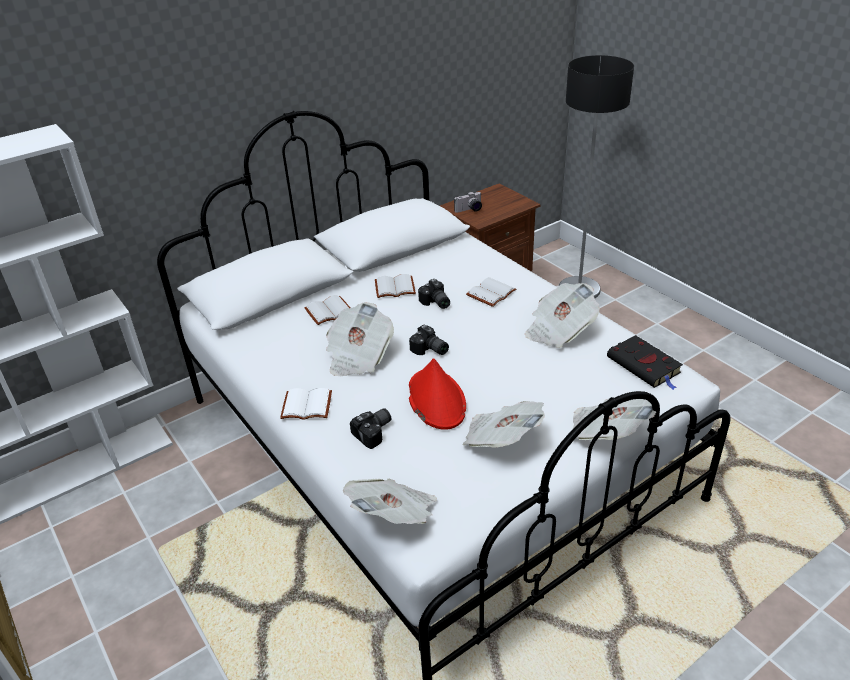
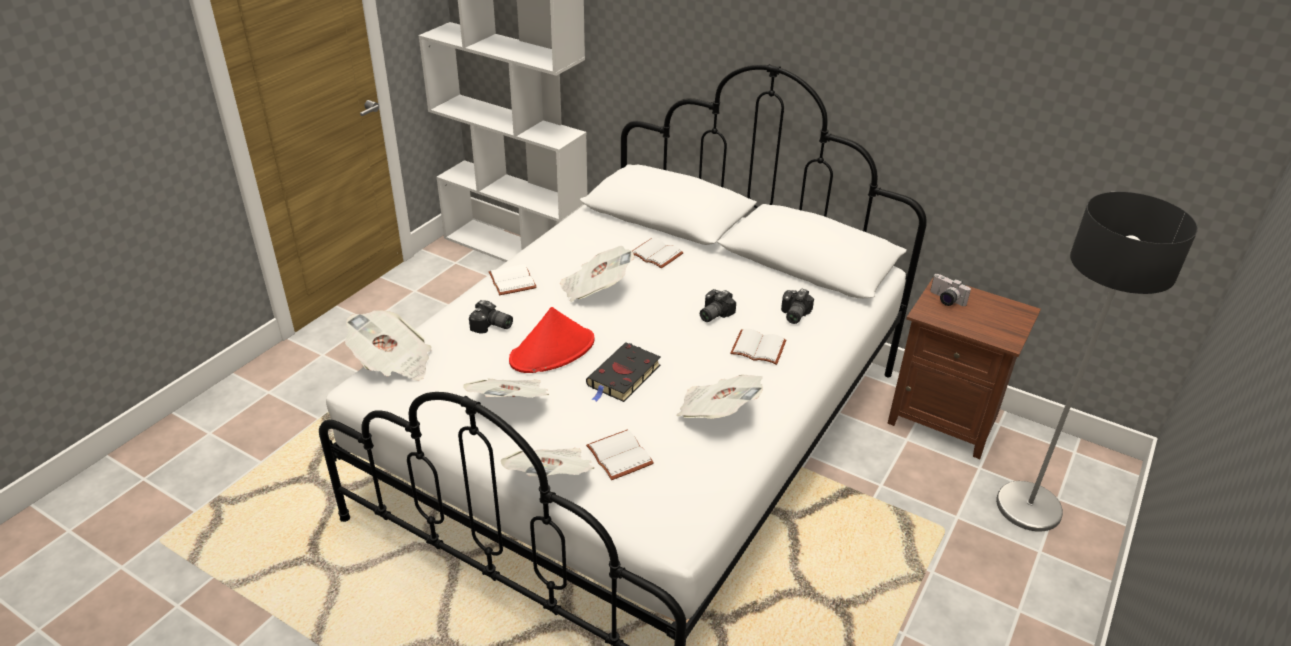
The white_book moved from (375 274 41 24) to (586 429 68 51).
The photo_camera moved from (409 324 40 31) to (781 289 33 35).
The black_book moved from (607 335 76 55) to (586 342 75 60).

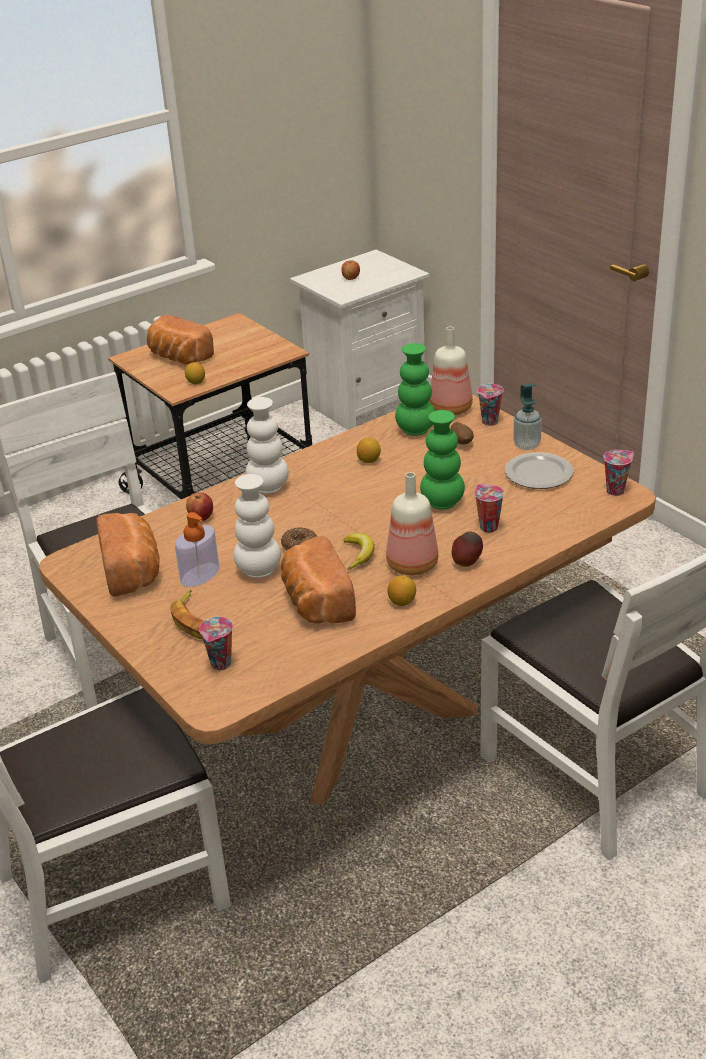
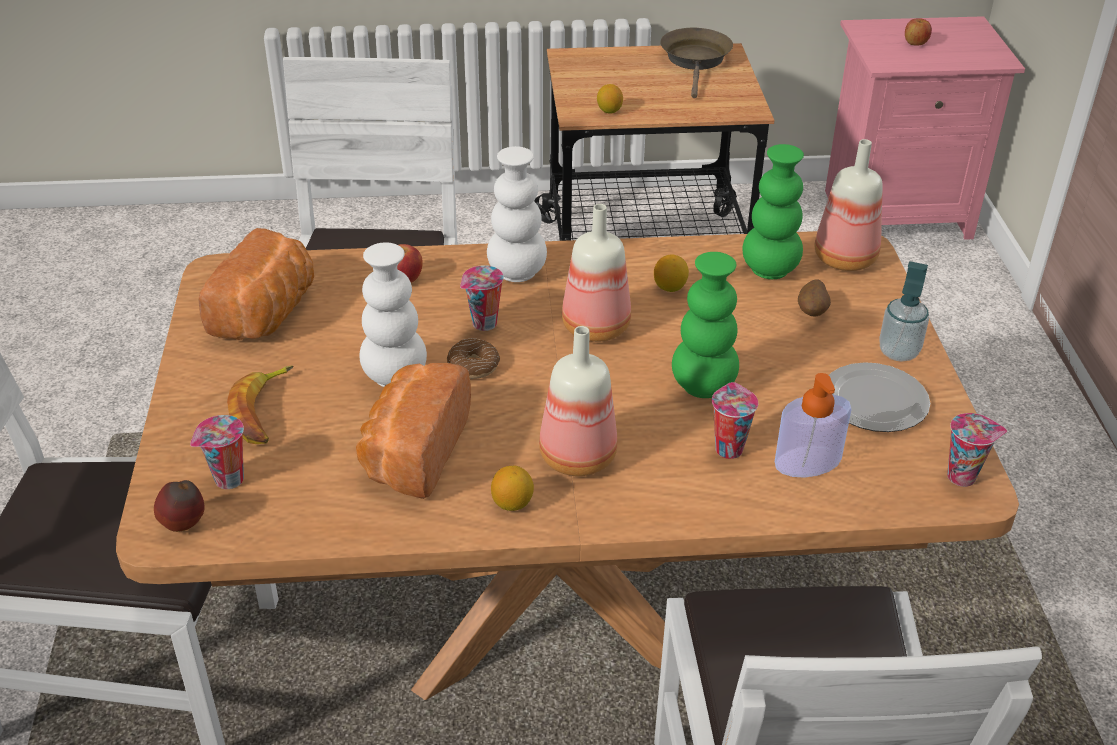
The bread at (147 315 67 49) disappeared.
The soap_dispenser moved from (175 512 44 75) to (775 373 77 105).
The white_nightstand at (290 250 139 180) became the pink_nightstand at (825 16 200 224).
The banana at (343 533 32 37) disappeared.
The apple moved from (452 532 31 35) to (154 480 50 52).
The cup moved from (477 384 27 42) to (460 265 44 66).
The bottle at (562 204 69 138) appeared.
The brown_frying_pan at (660 28 73 70) appeared.

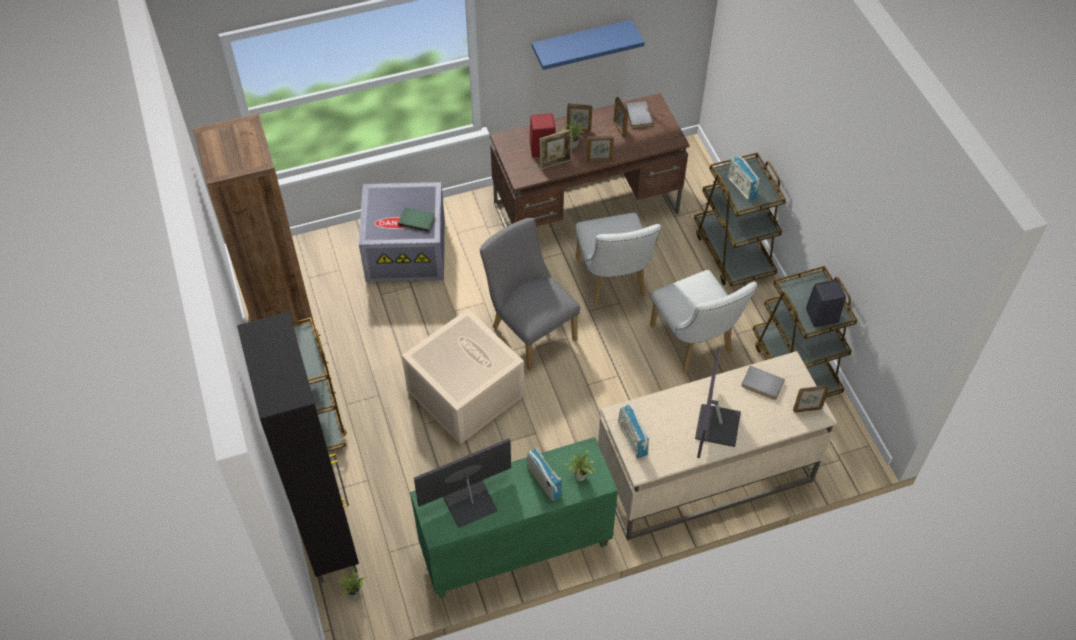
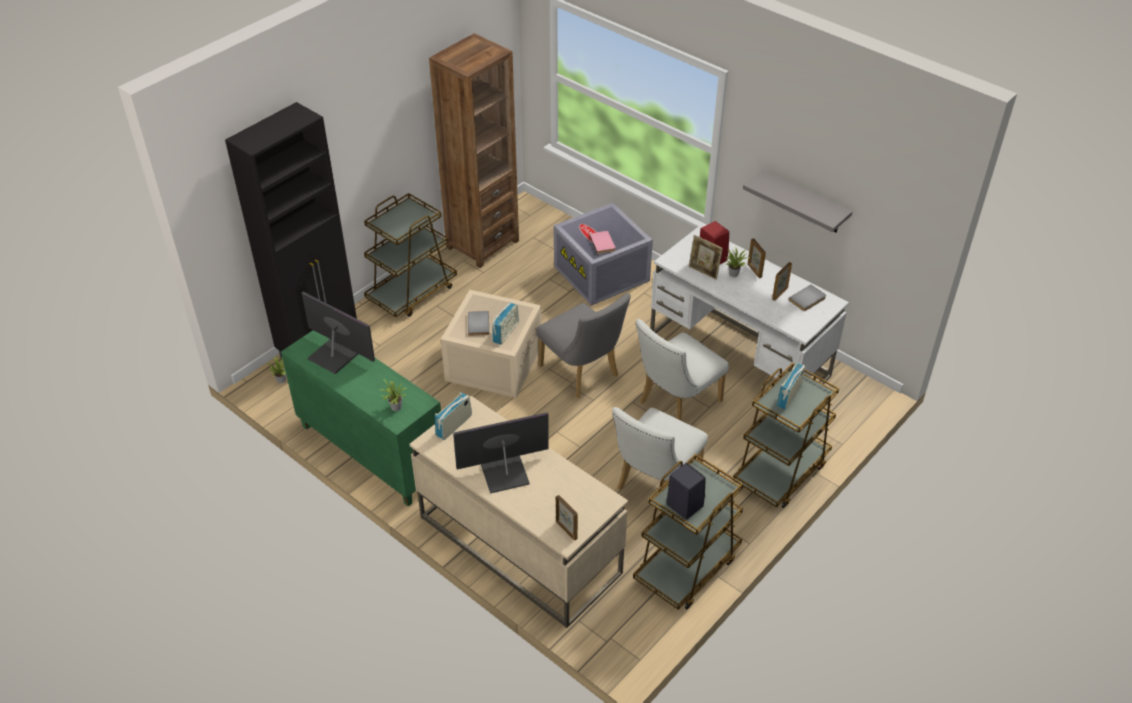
The green_book at (398 208 37 24) became the pink_book at (589 231 27 23).
The grey_chair at (480 218 100 153) turned 120 degrees clockwise.
The brown_desk at (490 93 200 135) became the white_desk at (650 226 199 158).
The radio moved from (527 448 35 53) to (492 302 27 43).
The blue_shelf at (532 20 113 50) became the grey_shelf at (743 170 110 62).
The picture_frame at (587 136 27 26) disappeared.
The grey_book moved from (741 366 44 34) to (468 311 21 25).

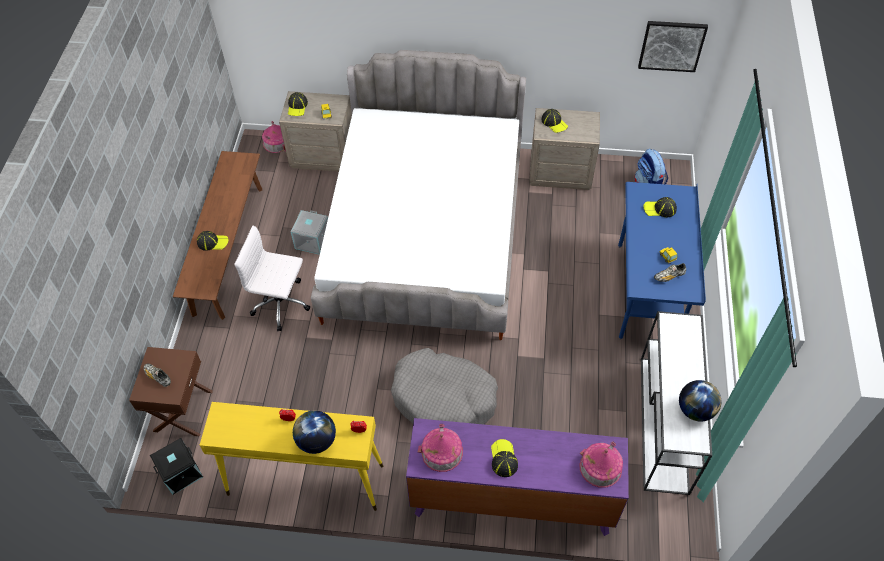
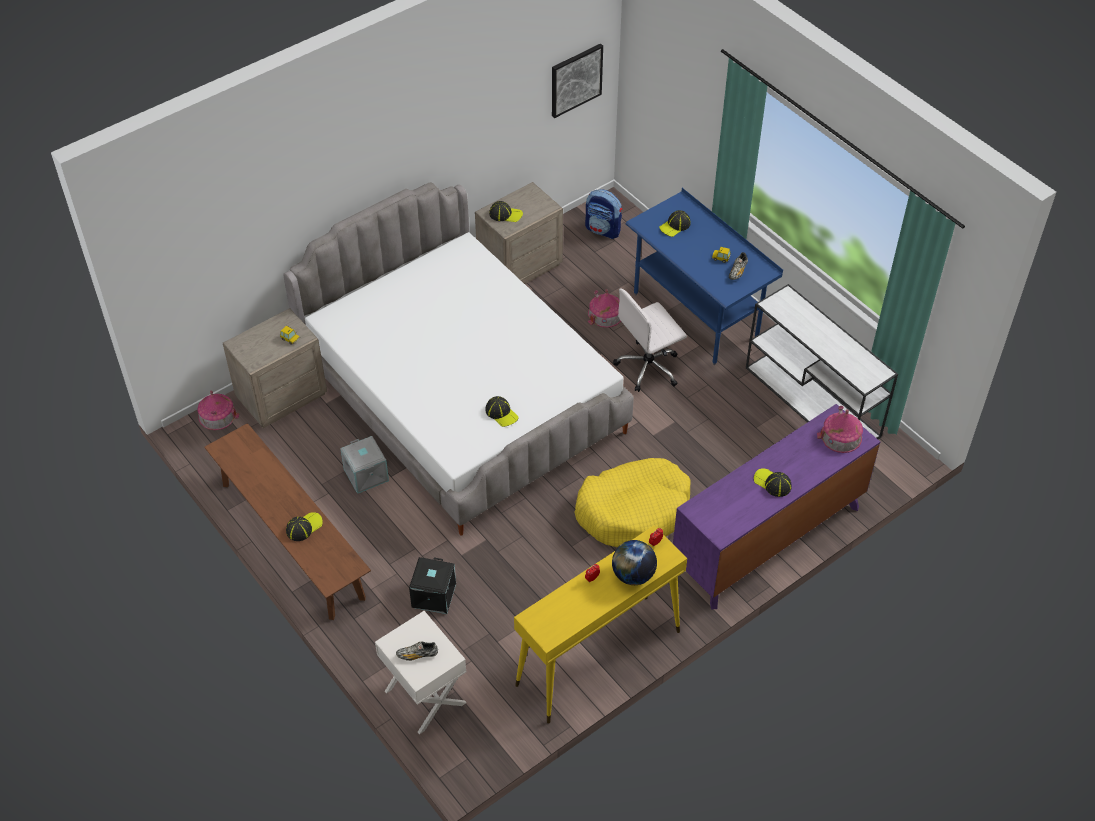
The brown_nightstand at (129 347 84 89) became the white_nightstand at (375 611 92 124).
The black_storage_box moved from (150 438 53 57) to (409 557 47 57).
The white_office_chair moved from (234 226 76 105) to (613 289 74 103).
The cap moved from (288 92 20 24) to (485 396 33 31).
The grey_dog_bed at (391 348 107 76) became the yellow_dog_bed at (574 458 117 89).
The toy_house moved from (418 424 45 48) to (588 289 33 39).
The globe at (679 380 42 41) disappeared.

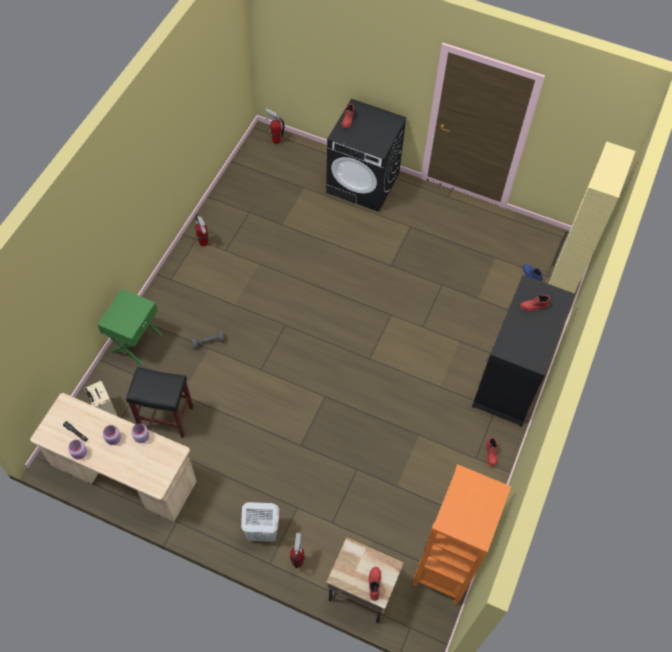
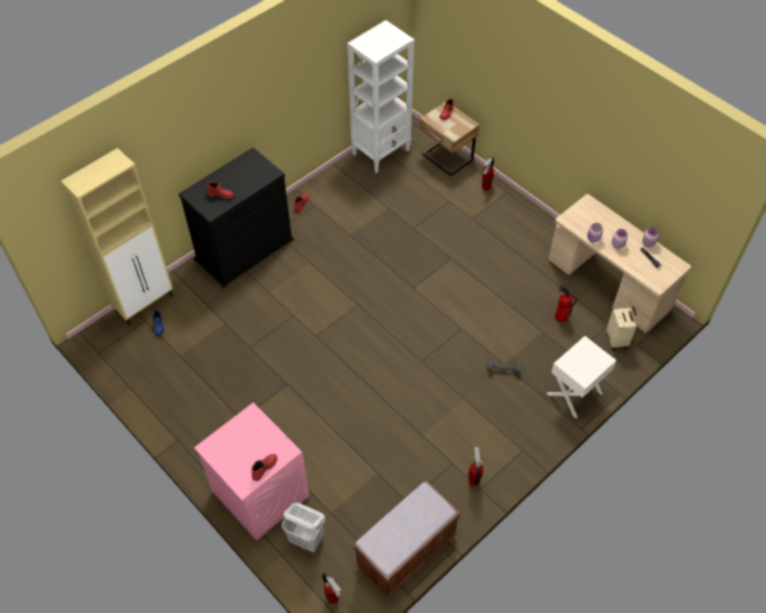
The green_nightstand at (97 289 65 77) became the white_nightstand at (547 336 69 82).
The black_stool at (126 367 67 71) was replaced by the fire_extinguisher at (555 285 21 37).
The white_laundry_basket moved from (241 502 38 40) to (282 503 43 49).
The black_washing_machine at (326 98 81 114) became the pink_washing_machine at (194 402 115 139).
The orange_bookcase at (413 464 98 140) became the white_bookcase at (347 20 68 153).
The brown_bench at (354 481 106 117) appeared.

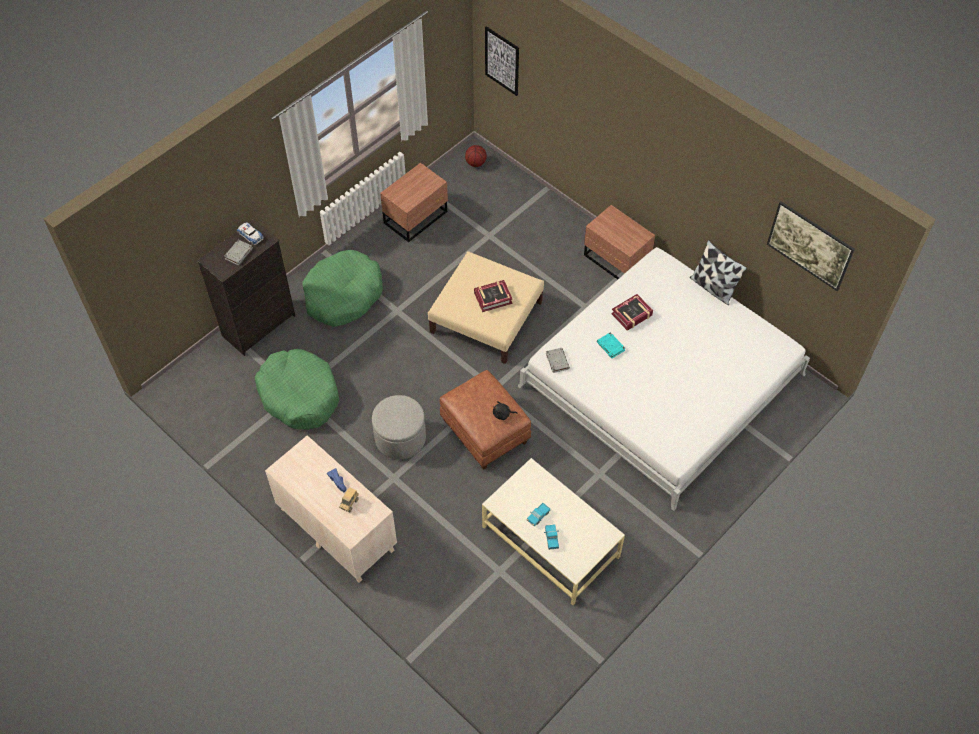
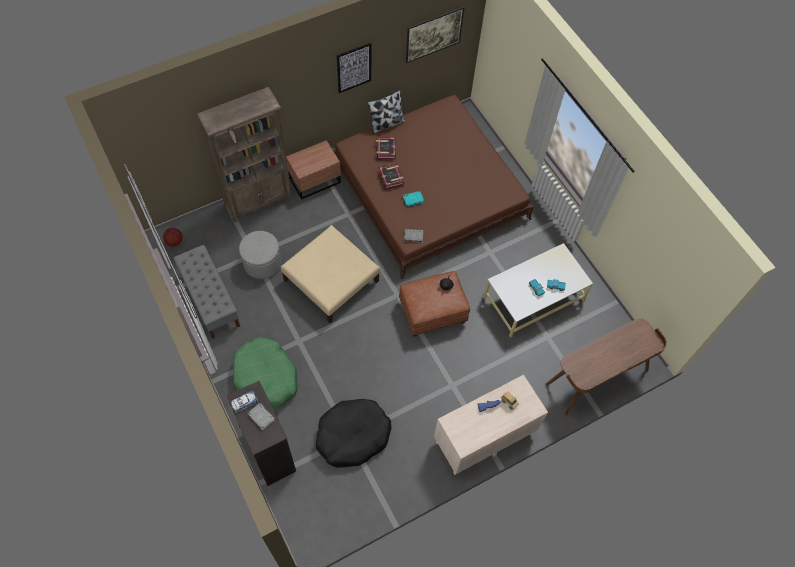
The green_dog_bed at (255 349 84 81) became the black_dog_bed at (316 399 76 69).
The grey_ottoman moved from (372 395 54 64) to (239 231 43 48).
The brown_nightstand at (380 163 68 79) was replaced by the grey_bench at (173 245 67 94).
The book moved from (474 280 38 32) to (376 137 20 23).
The picture moved from (485 26 34 70) to (337 43 34 50).
The white_bed at (517 247 293 264) became the brown_bed at (332 95 202 184).
The brown_bookcase at (197 87 95 135) appeared.
The brown_desk at (545 318 122 97) appeared.

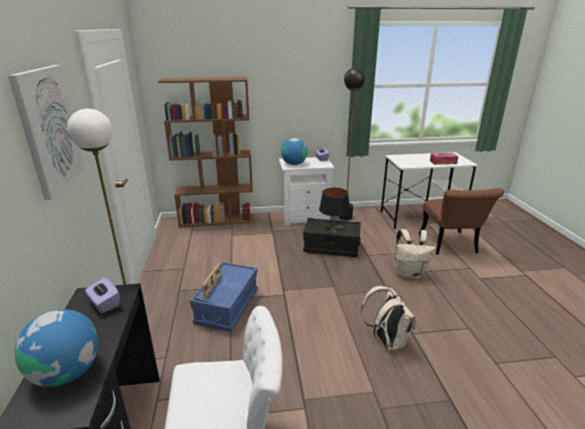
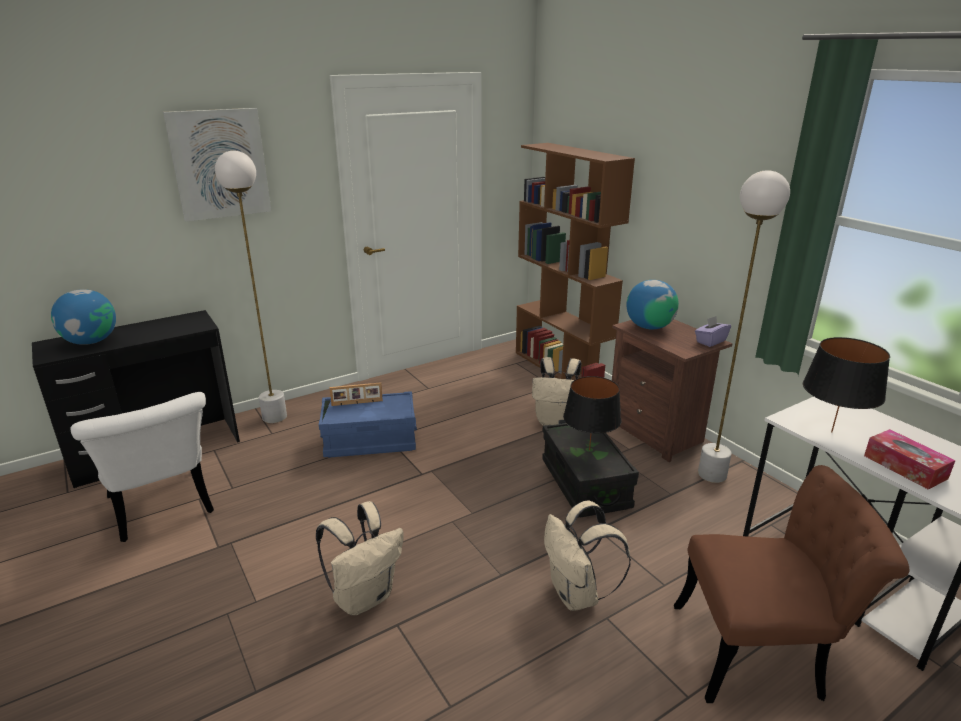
The purple_tissue_box at (85 278 35 36) disappeared.
The white_nightstand at (279 157 55 69) became the brown_nightstand at (612 319 121 143).
The black_floor_lamp at (339 68 26 153) became the white_floor_lamp at (698 170 92 313).
The brown_chair at (419 188 85 67) turned 150 degrees counterclockwise.
The beige_backpack at (532 357 49 69) appeared.
The black_table_lamp at (803 337 87 95) appeared.

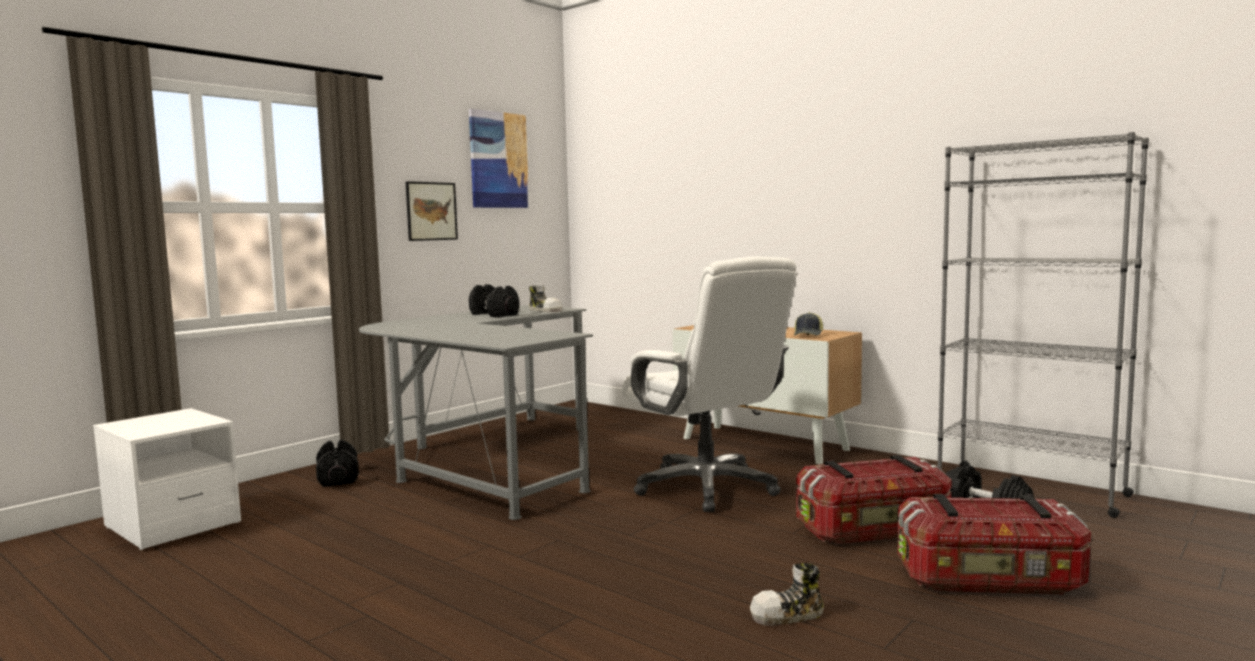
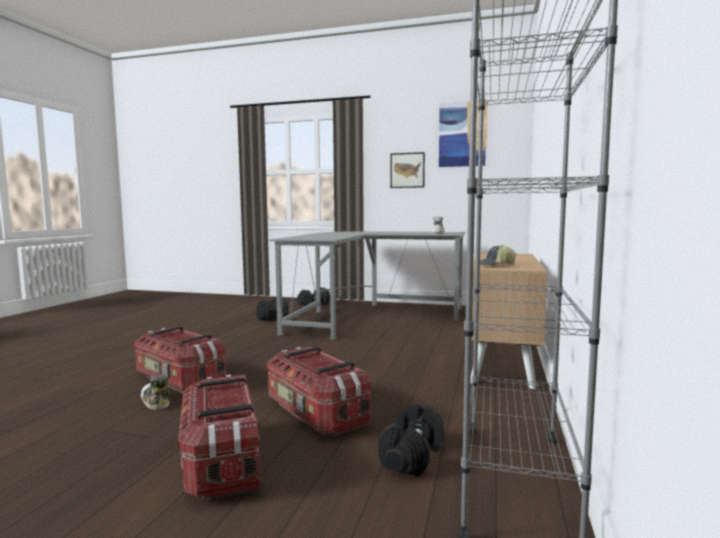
The white_nightstand at (93 408 148 142) disappeared.
The black_dumbbell moved from (469 284 50 33) to (256 297 32 24).
The white_office_chair at (622 257 174 255) disappeared.
The storage_box at (134 327 92 66) appeared.

